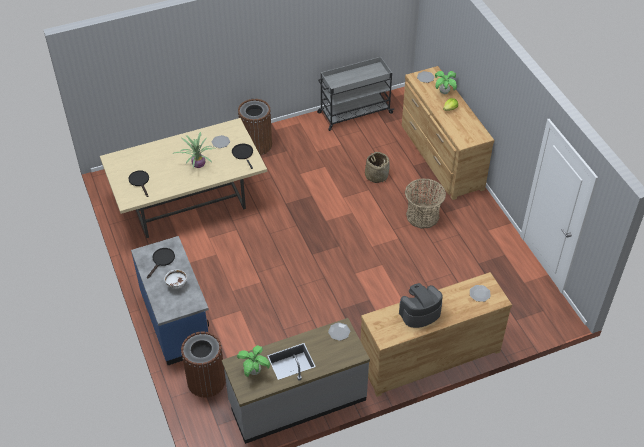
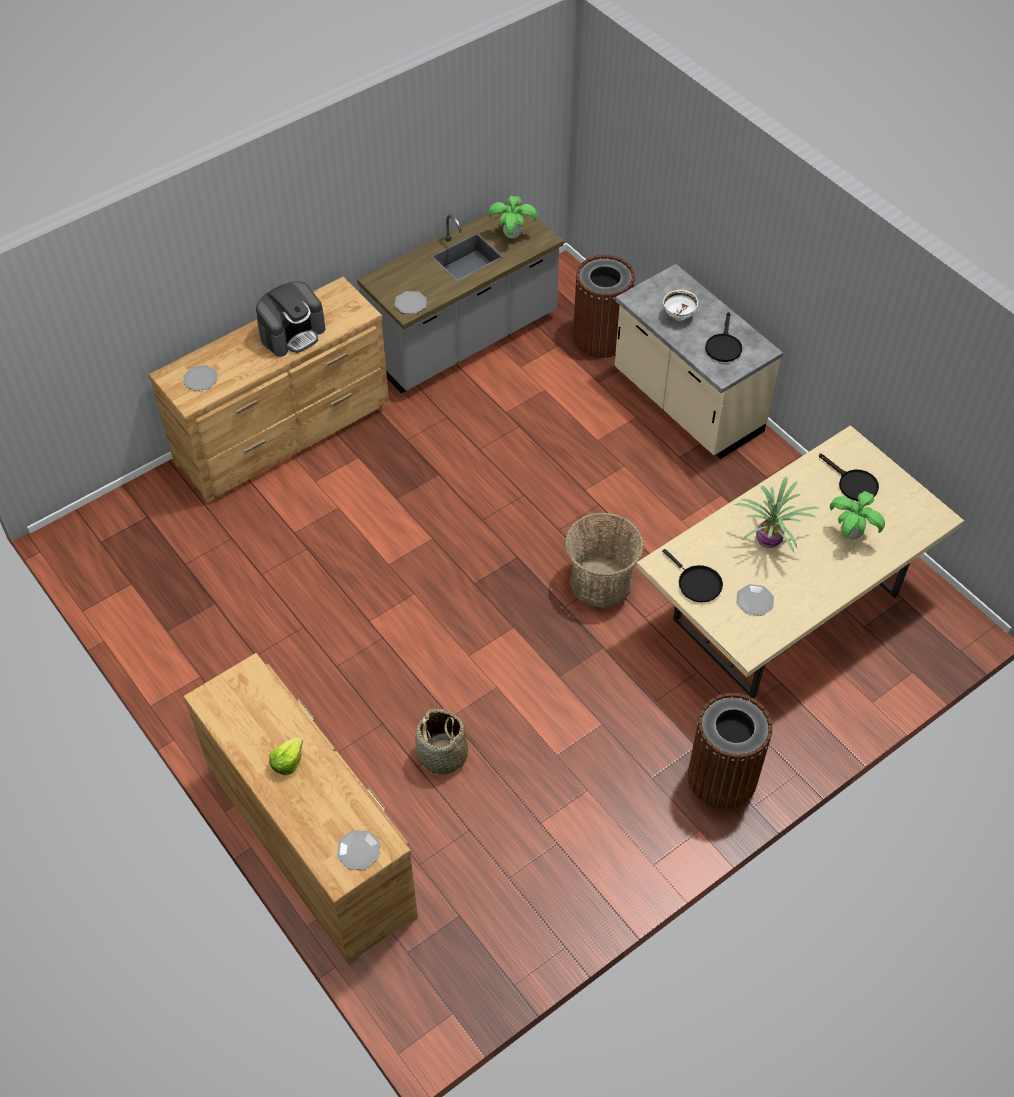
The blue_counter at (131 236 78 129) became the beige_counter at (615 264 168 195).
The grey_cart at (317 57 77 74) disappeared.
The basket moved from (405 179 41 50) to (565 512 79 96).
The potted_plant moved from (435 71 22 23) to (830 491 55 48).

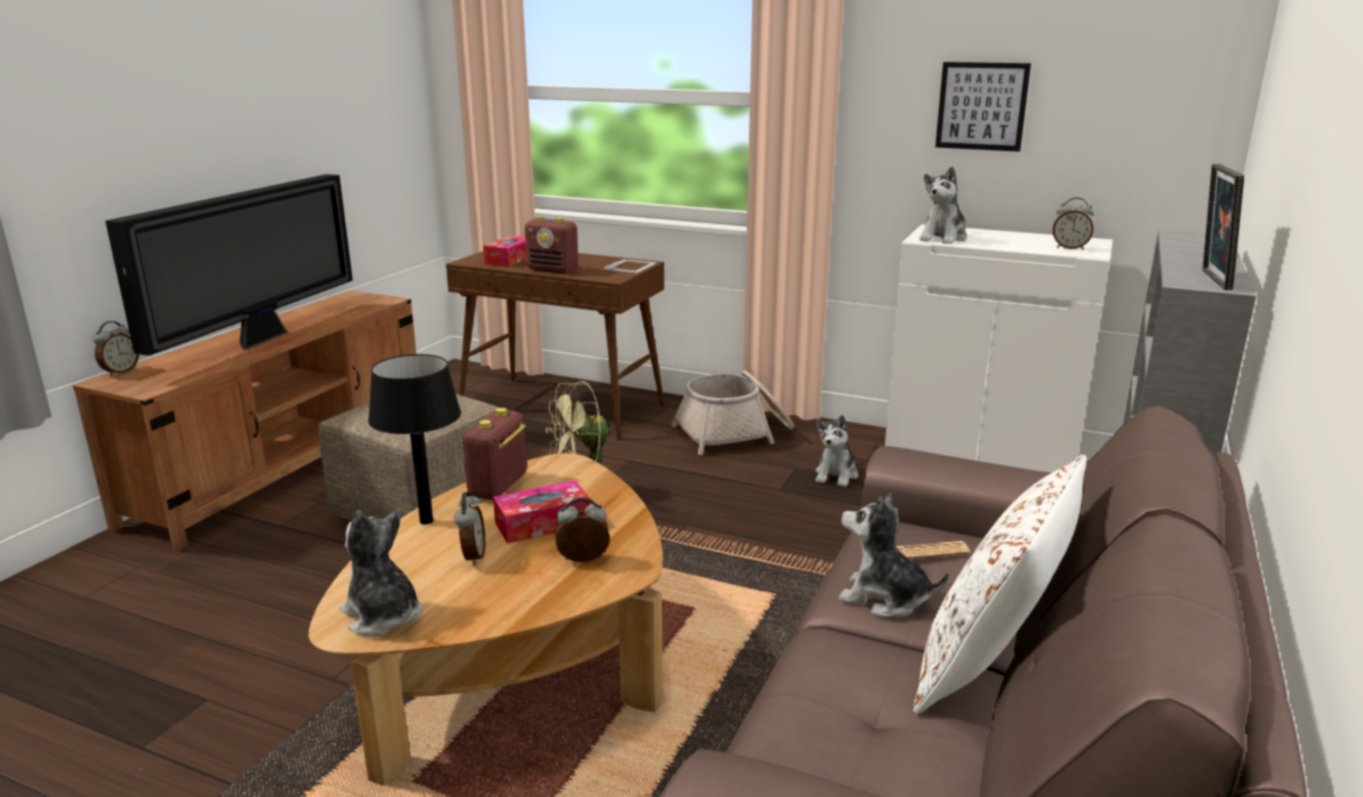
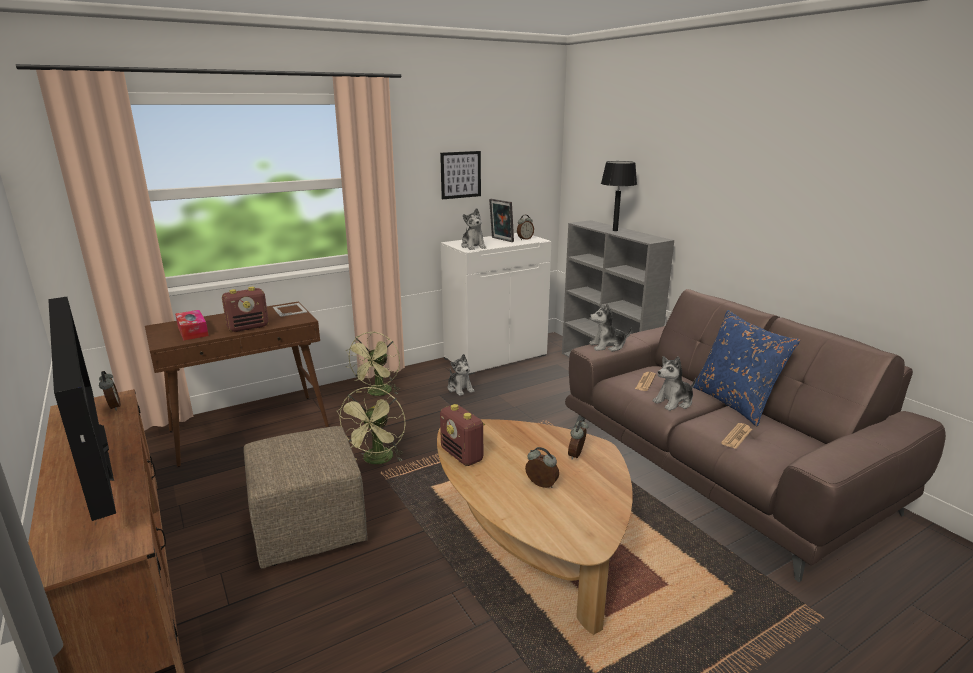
The alarm_clock moved from (93 321 46 55) to (99 371 22 40).
The plush_toy moved from (340 510 82 127) to (589 304 43 48).
The black_table_lamp moved from (368 354 93 170) to (601 161 36 70).
The tissue_box at (493 481 98 63) disappeared.
The basket at (671 370 123 85) was replaced by the green_fan at (346 332 54 64).
The white_pillow at (913 455 174 259) became the blue_pillow at (693 310 108 116).
The picture_frame moved from (1202 164 42 126) to (489 199 25 43).
The newspaper at (721 423 31 26) appeared.

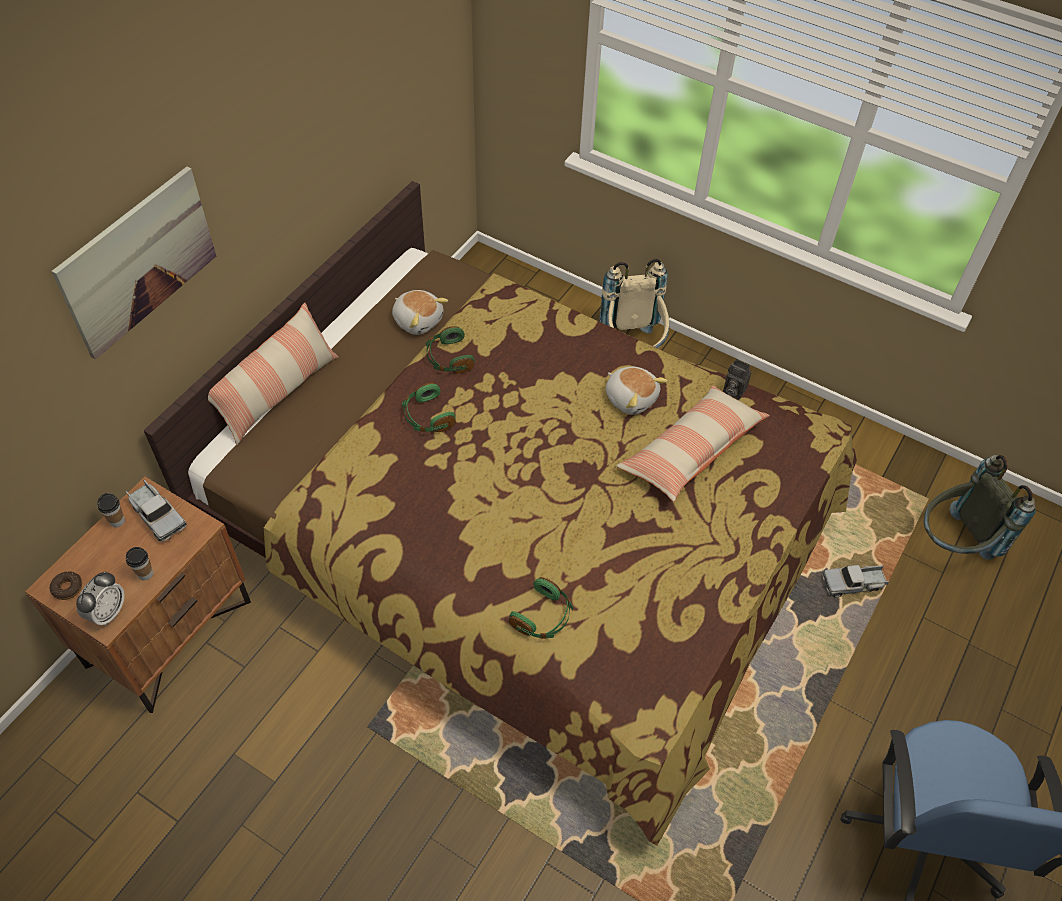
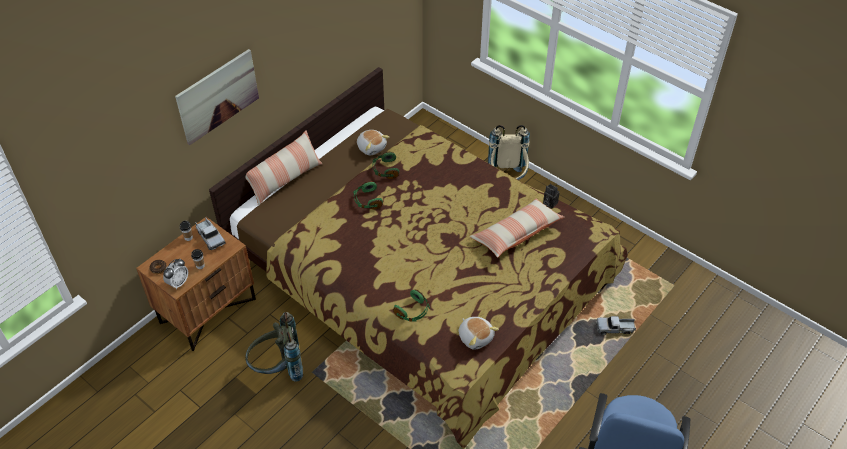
The plush_toy moved from (606 367 62 48) to (459 317 40 33).
The grey_backpack moved from (924 455 112 105) to (245 312 58 70).

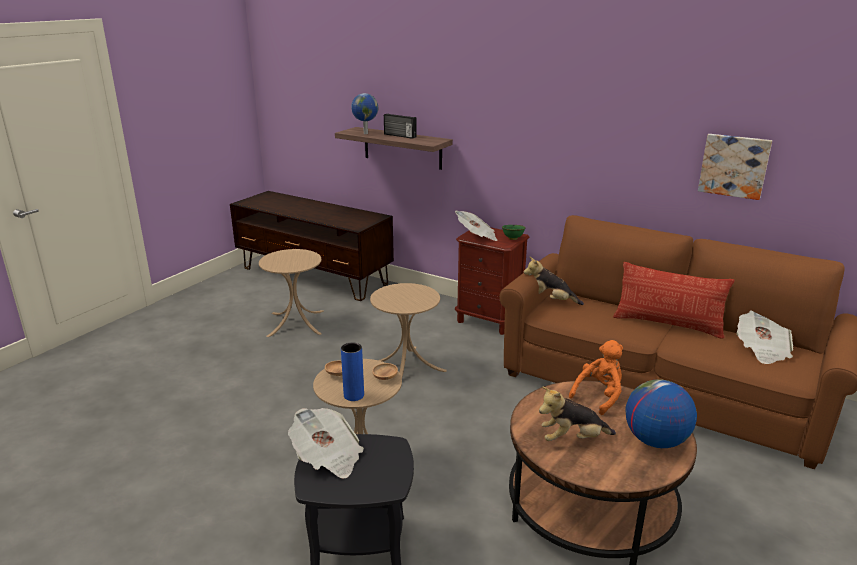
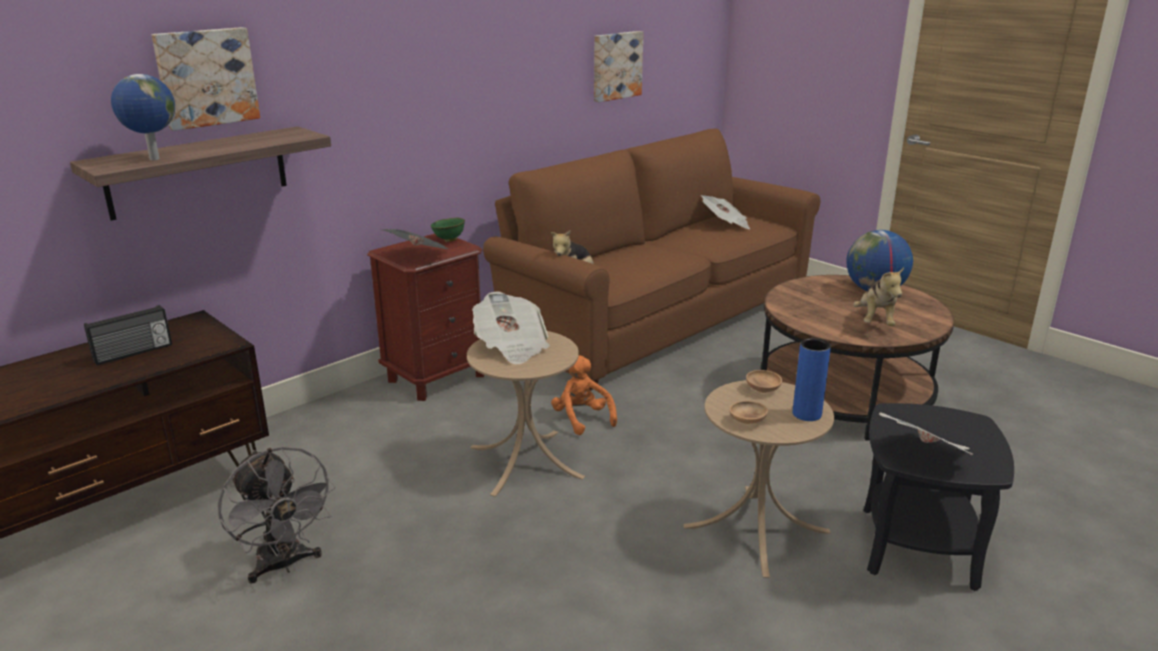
The beige_side_table at (259 249 65 88) was replaced by the grey_fan at (218 447 118 137).
The radio moved from (384 114 33 25) to (84 305 88 60).
The orange_plush_toy moved from (569 340 54 75) to (551 355 66 80).
The pillow at (613 262 121 77) disappeared.
The picture at (152 27 108 104) appeared.
The newspaper at (472 292 78 73) appeared.

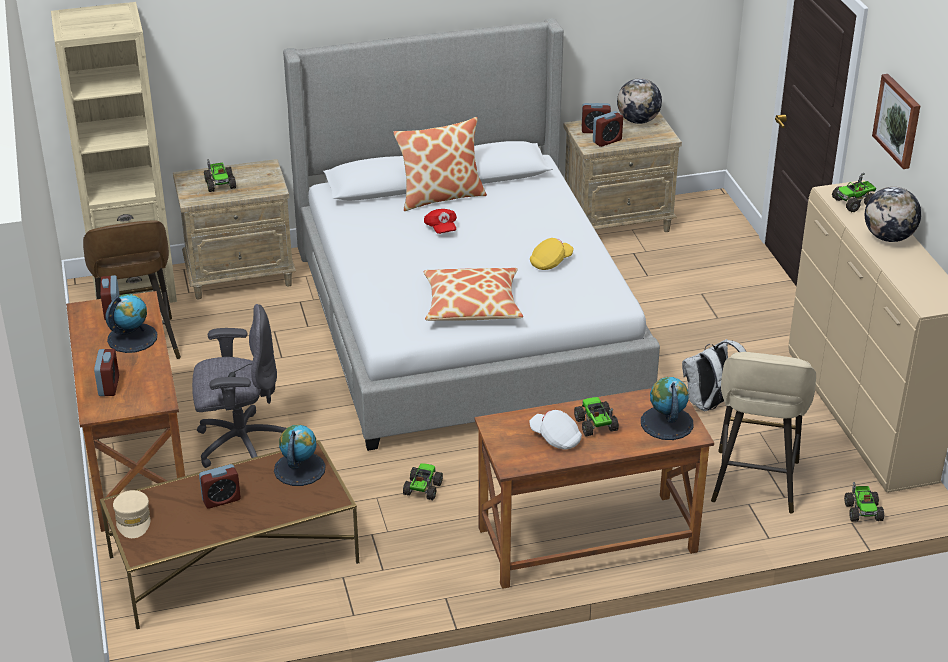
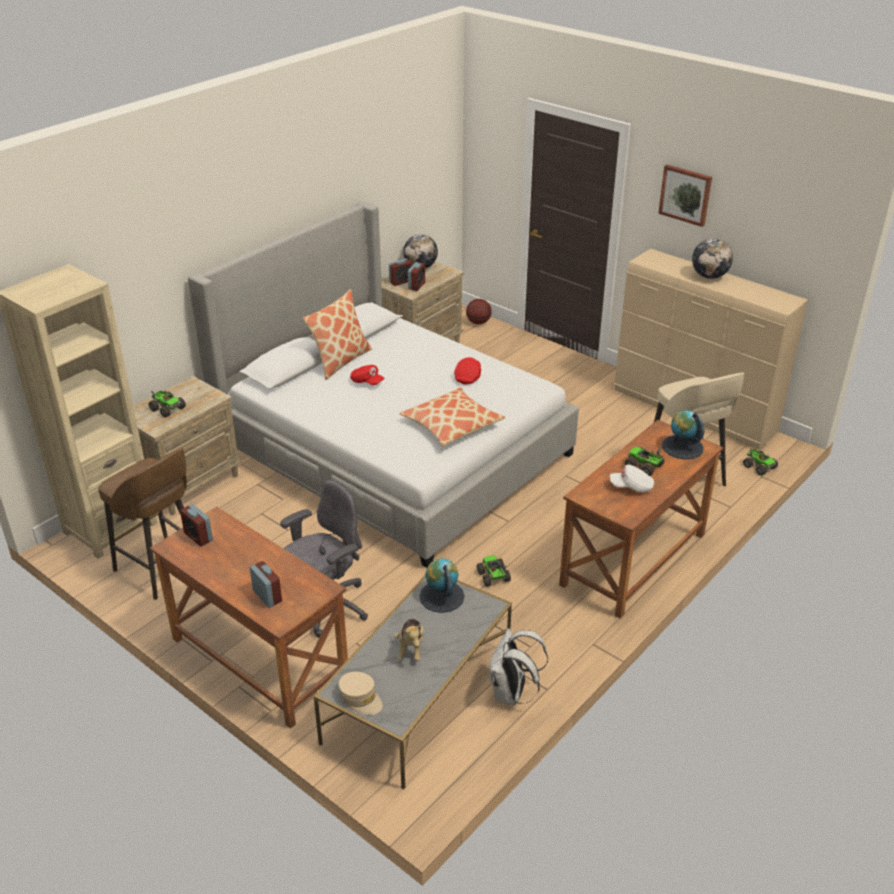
The brown_coffee_table at (100 440 259 189) became the grey_coffee_table at (314 576 198 213).
The globe at (105 294 52 59) disappeared.
The alarm_clock at (199 464 42 45) was replaced by the plush_toy at (394 619 30 42).
The yellow_cap at (530 238 44 32) became the red_cap at (454 357 27 28).
The white_backpack moved from (682 339 64 72) to (489 628 59 78).
The toy_truck at (832 173 44 39) disappeared.
The basketball at (466 299 26 25) appeared.

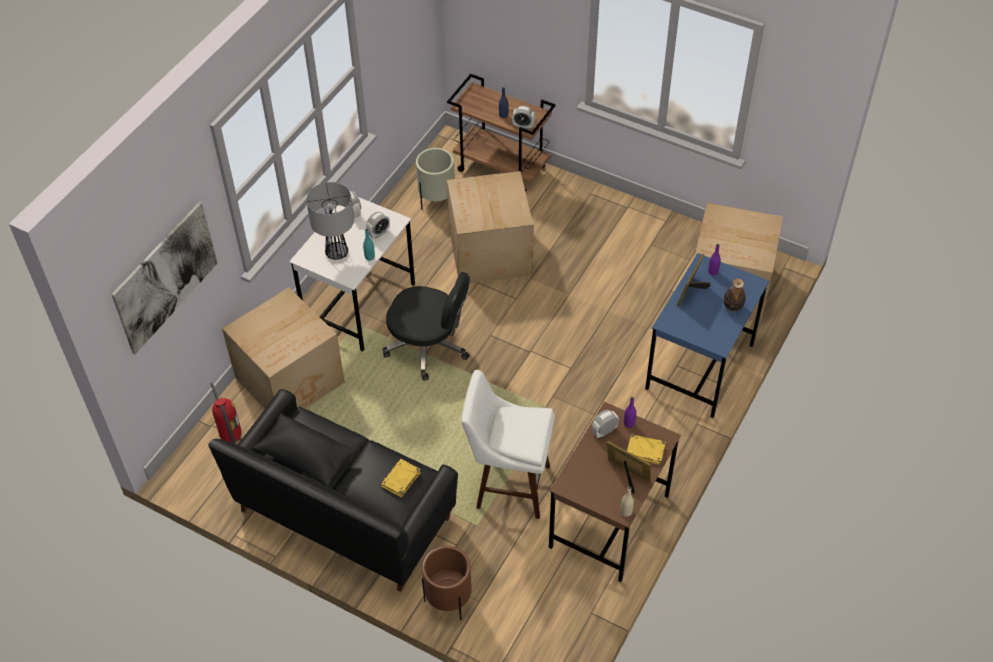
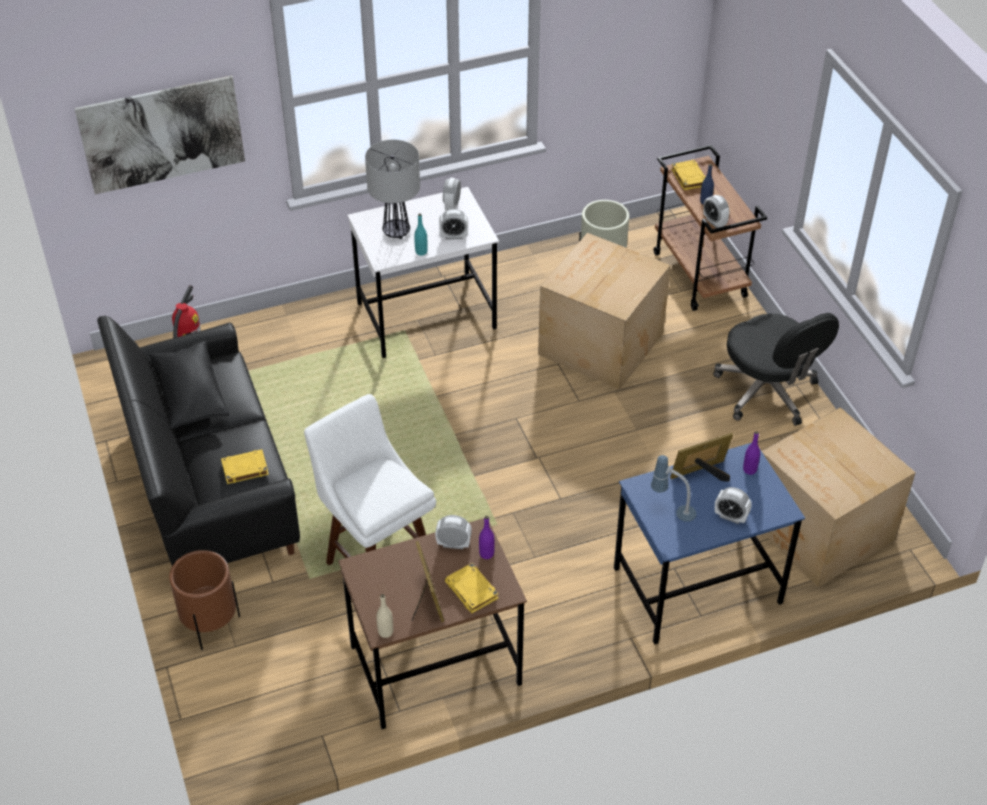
The cardboard_box at (222 287 123 122) disappeared.
The black_office_chair moved from (383 272 87 109) to (713 313 126 113).
The bottle at (724 278 22 34) was replaced by the alarm_clock at (715 487 37 37).
The table_lamp at (651 455 45 67) appeared.
The yellow_book at (671 160 35 30) appeared.

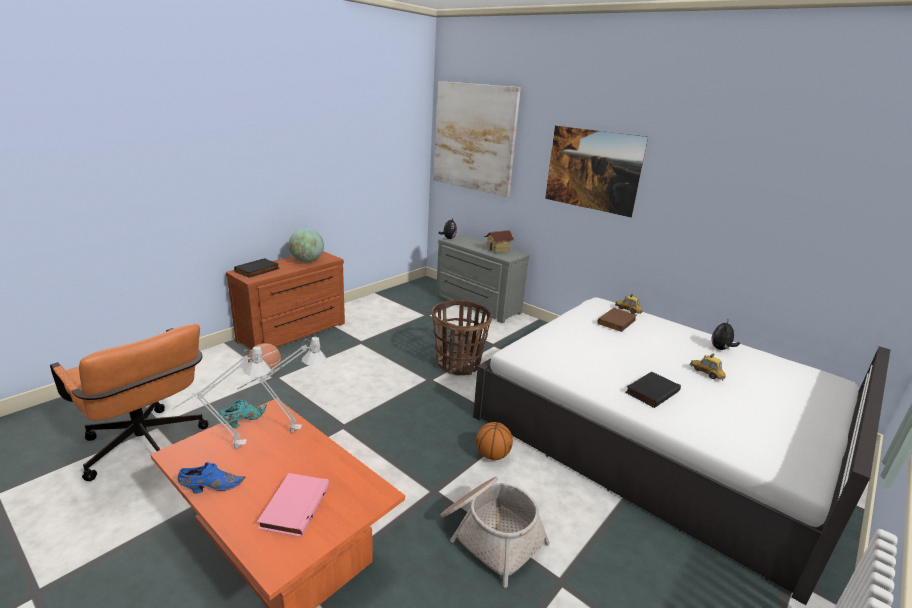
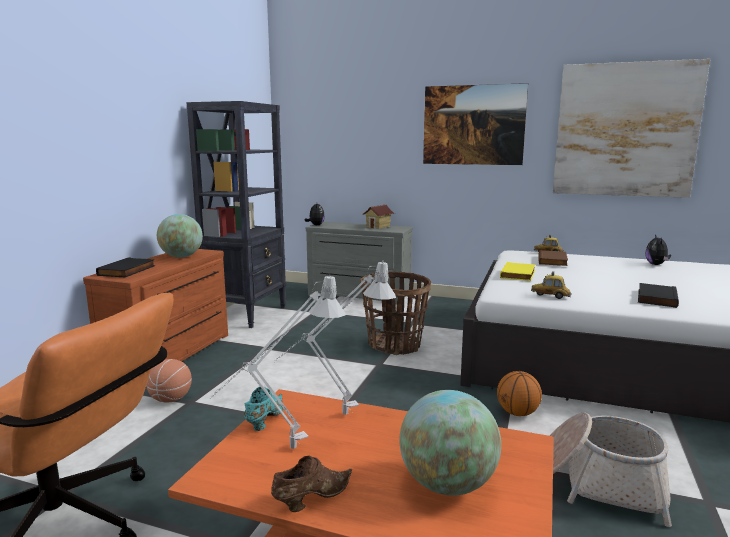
The blue_shoe at (178 462 67 32) became the brown_shoe at (271 456 81 56).
The pink_book at (257 473 72 64) was replaced by the globe at (399 390 102 106).
The picture moved from (434 81 87 116) to (553 59 157 139).
The toy_car moved from (690 353 36 27) to (531 271 41 28).
The black_bookcase at (186 101 100 227) appeared.
The yellow_book at (500 262 35 19) appeared.

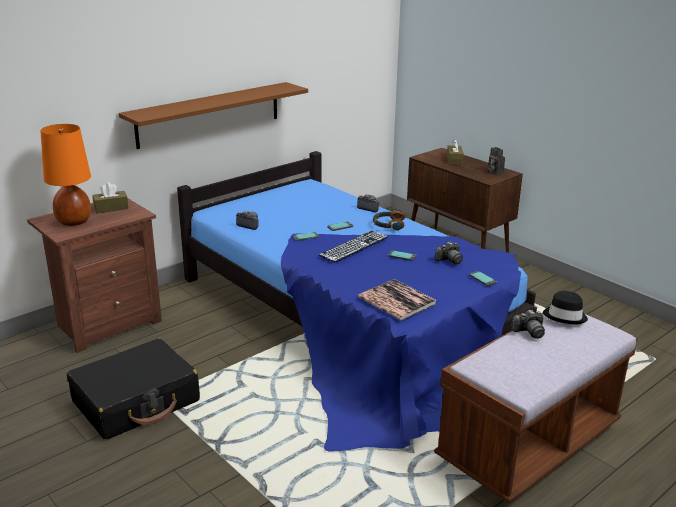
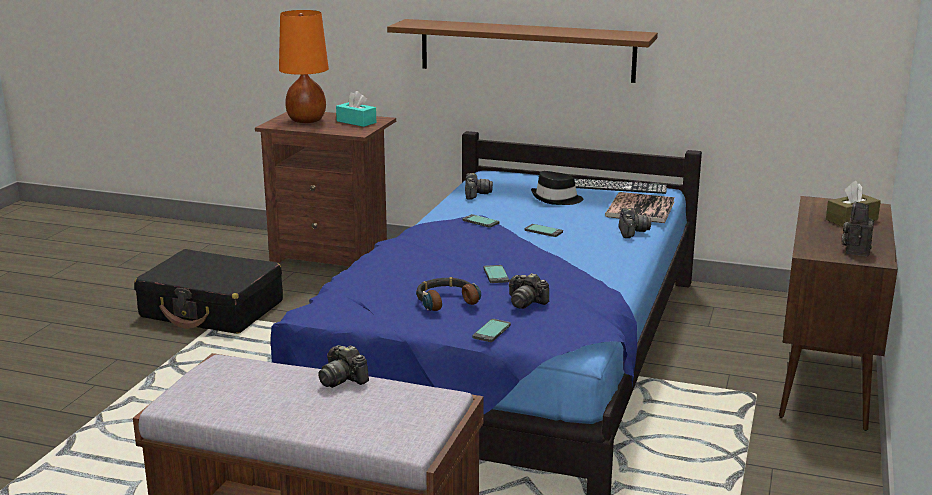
The brown_tissue_box at (92 182 37 31) became the turquoise_tissue_box at (336 91 40 36).
The keyboard moved from (318 231 70 32) to (574 178 93 16).
The book moved from (358 279 79 42) to (605 192 70 31).
The headphones moved from (373 210 33 21) to (416 277 65 34).
The black_hat moved from (543 291 45 34) to (531 171 52 34).

